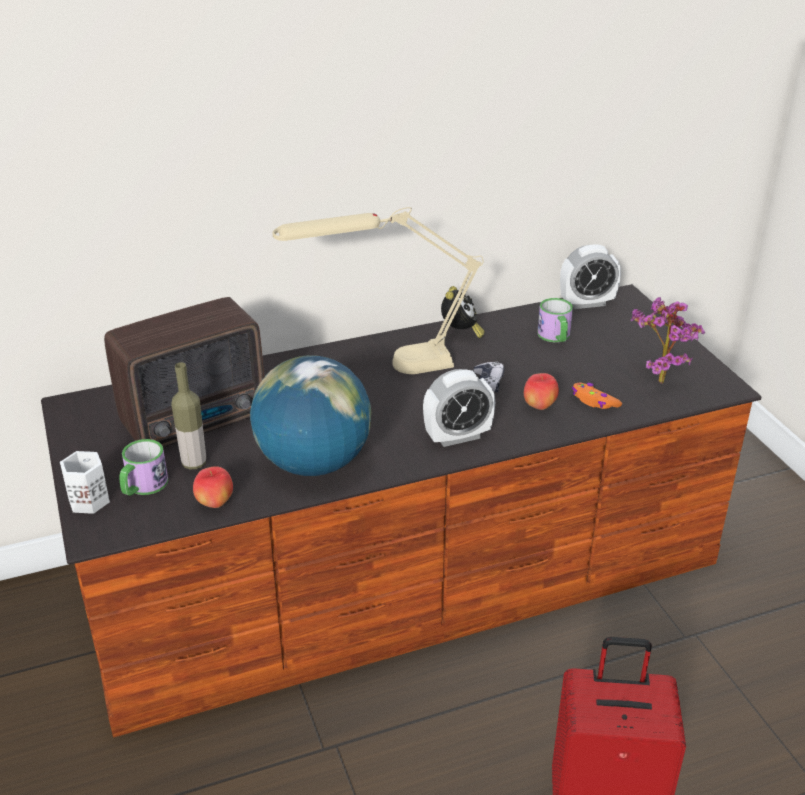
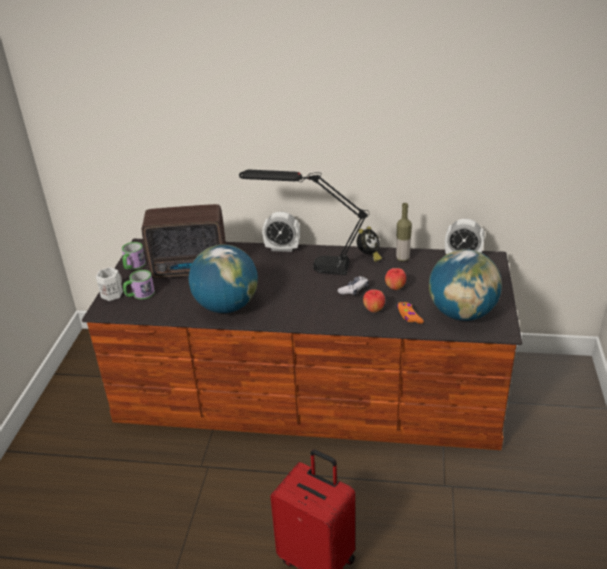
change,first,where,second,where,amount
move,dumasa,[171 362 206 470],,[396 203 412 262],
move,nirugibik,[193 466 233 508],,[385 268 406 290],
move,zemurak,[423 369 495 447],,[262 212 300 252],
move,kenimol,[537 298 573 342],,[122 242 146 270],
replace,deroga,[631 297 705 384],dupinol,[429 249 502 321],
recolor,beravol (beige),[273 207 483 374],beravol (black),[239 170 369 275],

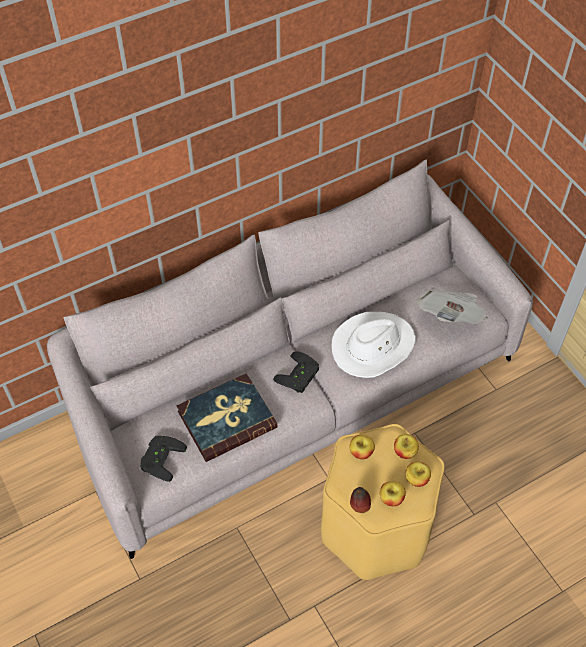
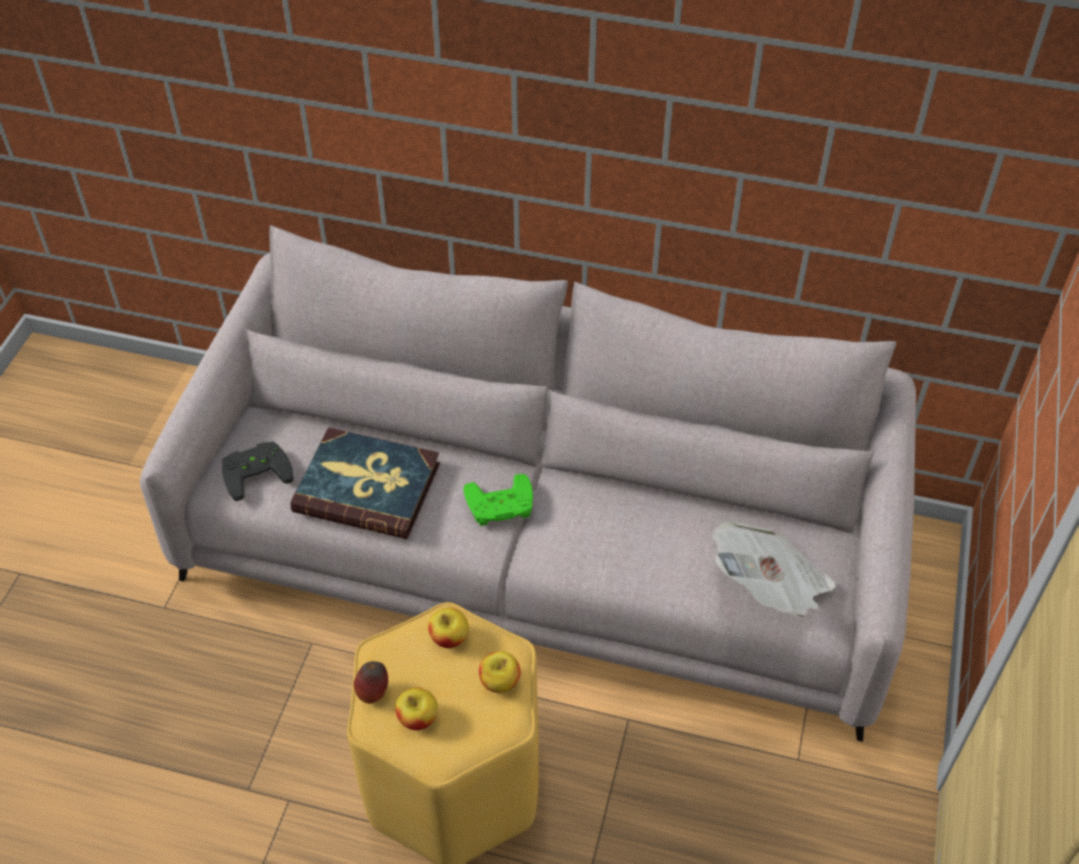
change,first,where,second,where,amount
delete,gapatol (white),[332 312 416 378],,,
delete,nirugibik,[405 461 431 487],,,
recolor,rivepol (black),[273 351 319 393],rivepol (green),[463 474 533 526],

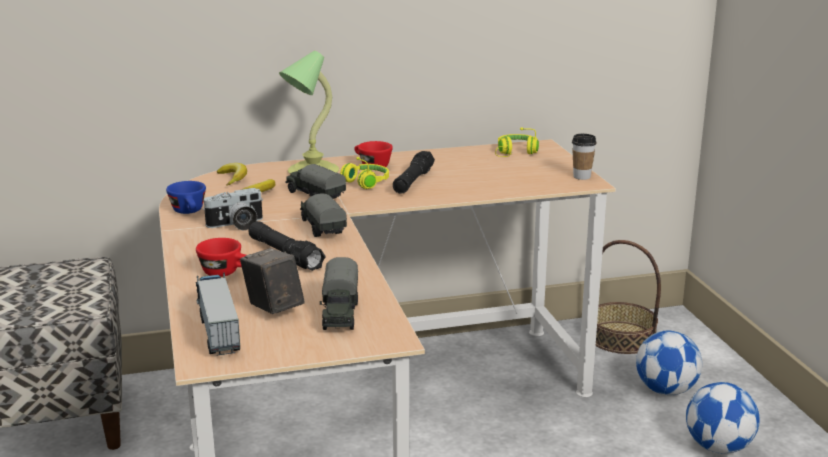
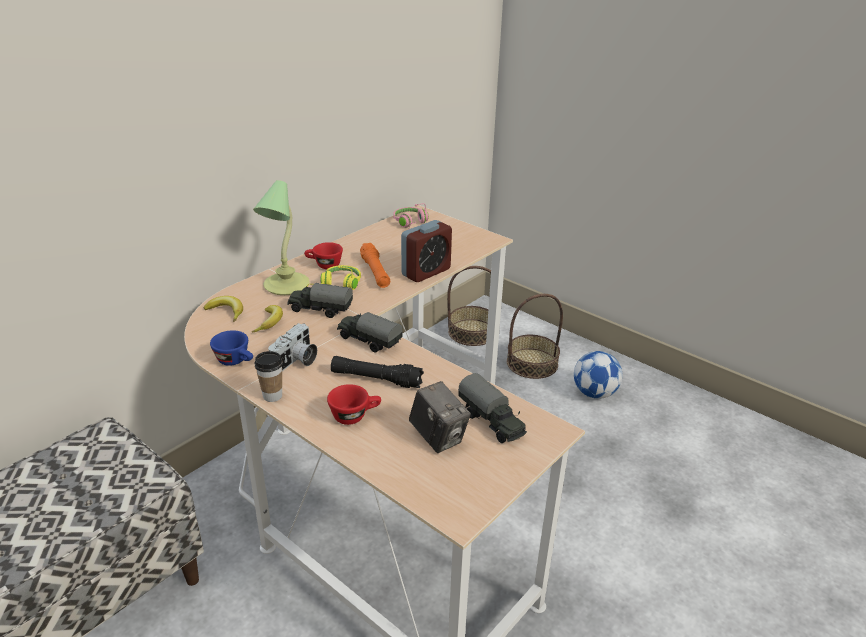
change,first,where,second,where,amount
delete,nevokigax,[196 272 240 355],,,
insert,,,zemurak,[401 220 452 282],
move,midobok,[572 134 597 180],,[255 351 283 402],
replace,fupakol,[636 331 702 395],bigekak,[507 294 563 379],
recolor,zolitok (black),[393 151 435 194],zolitok (orange),[360 243 390 288],
recolor,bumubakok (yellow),[495 127 539 157],bumubakok (pink),[393 203 429 230],
rotate,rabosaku,[240 248 305 314],,[409 381 471 453],150 degrees counterclockwise

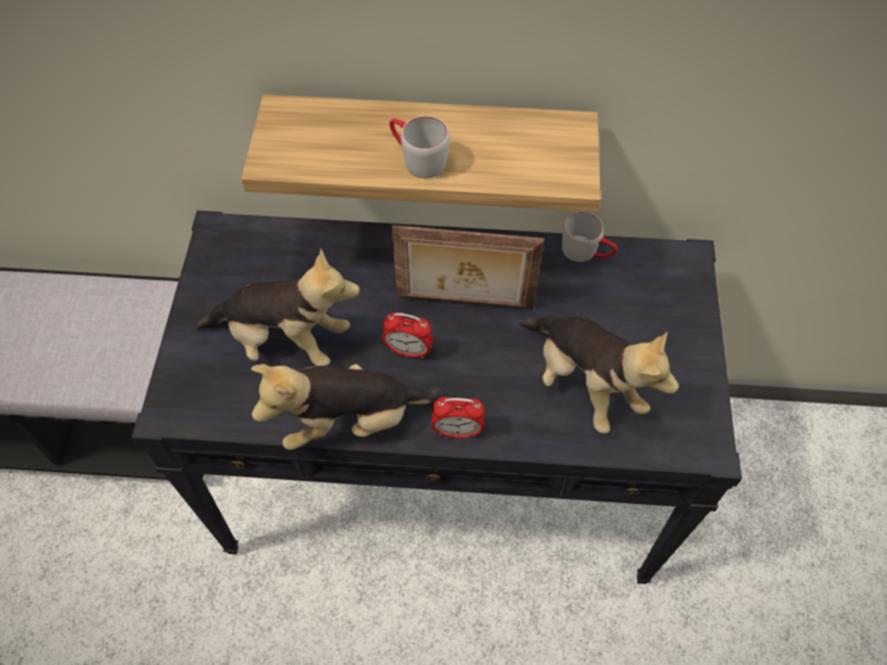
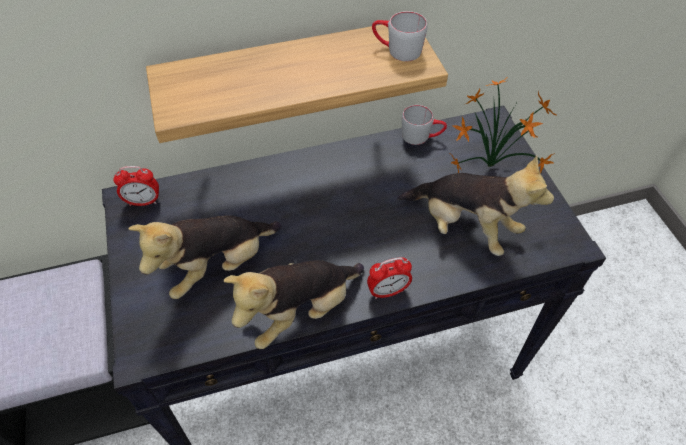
change,first,where,second,where,amount
delete,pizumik,[392 225 544 309],,,
insert,,,deroga,[451 78 558 173],
move,zemurak,[382 313 433 359],,[113 166 159 206],
move,kenimol (grey),[389 116 450 178],,[372 11 428 61],
rotate,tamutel,[195 249 360 366],,[128 215 281 299],150 degrees clockwise

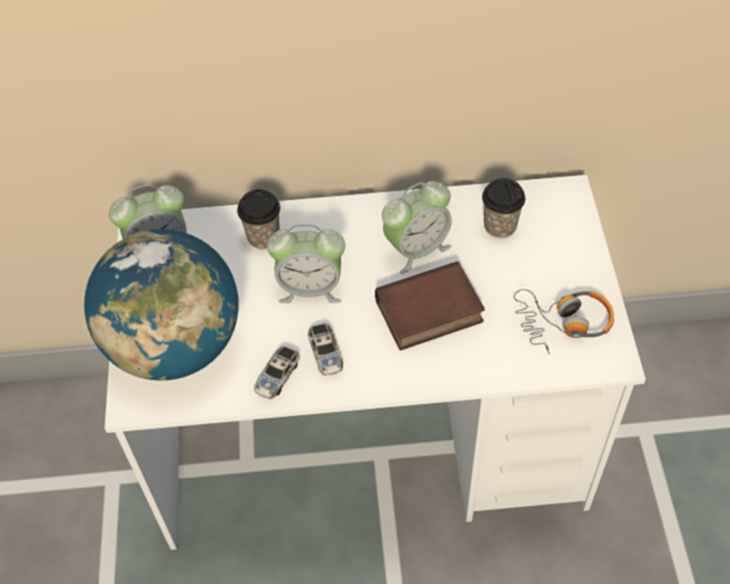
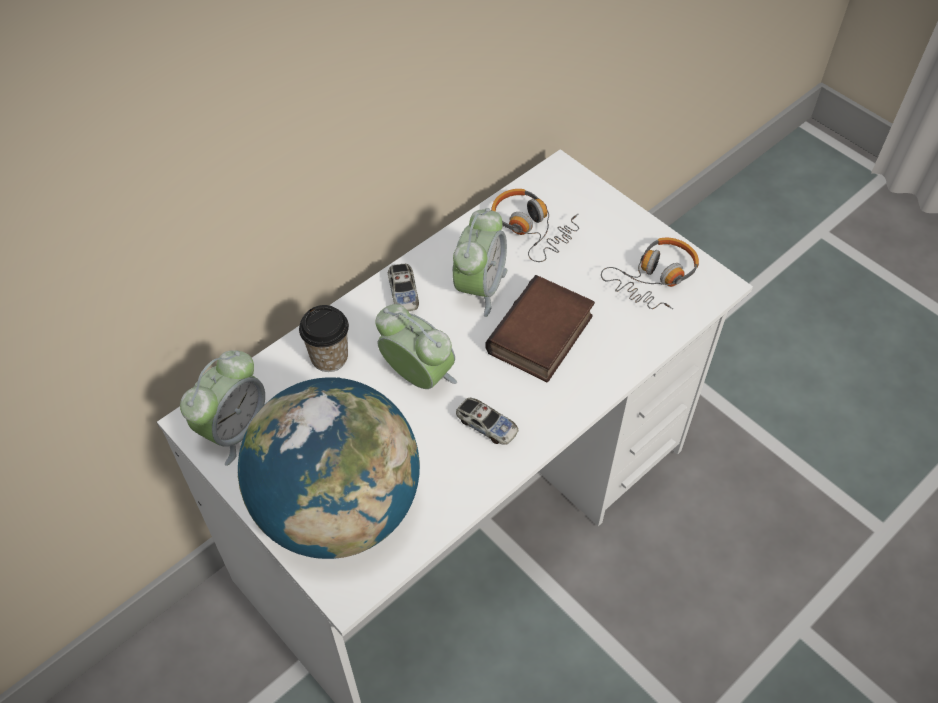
change,first,where,second,where,amount
move,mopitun,[254 346 300 399],,[388 264 419 312],
replace,midobok,[482 178 525 238],bumubakok,[491 189 579 262],
rotate,zemurak,[267 224 345 303],,[375 304 457 389],105 degrees counterclockwise

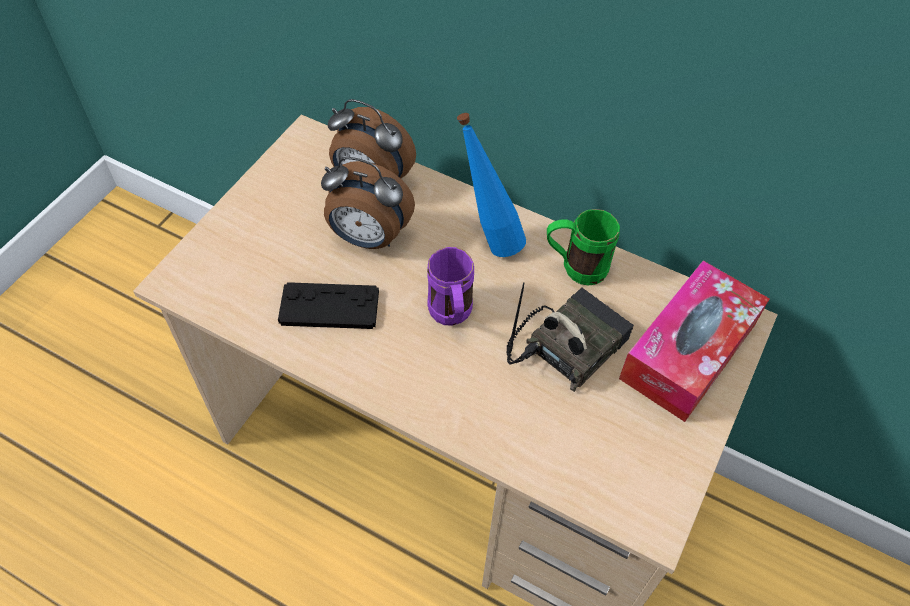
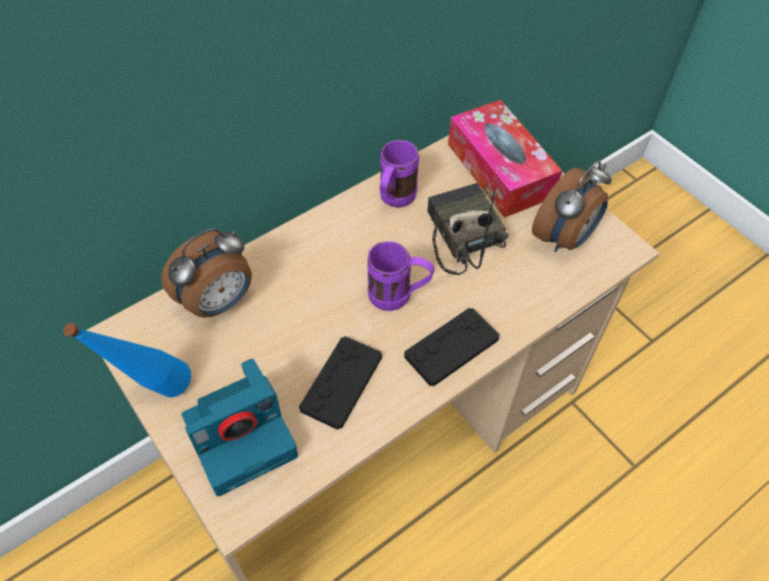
change,first,where,second,where,amount
insert,,,rabosaku,[182 358 298 497],
insert,,,rivepol (black),[404 308 499 387],
move,zemurak,[321 157 415 249],,[532 161 612 252],
move,dumasa (blue),[457 113 526 257],,[63 323 191 397],
recolor,kenimol (green),[547 209 620 286],kenimol (purple),[380 140 419 207],

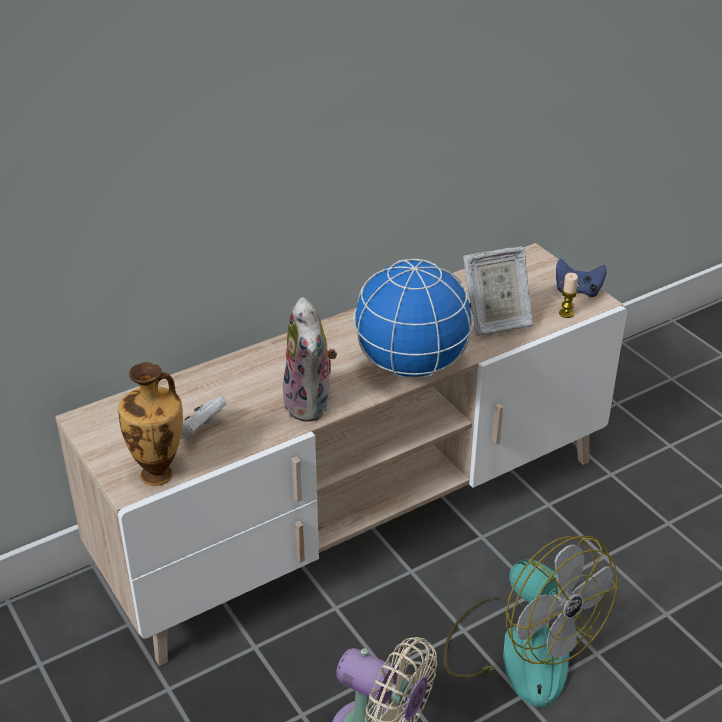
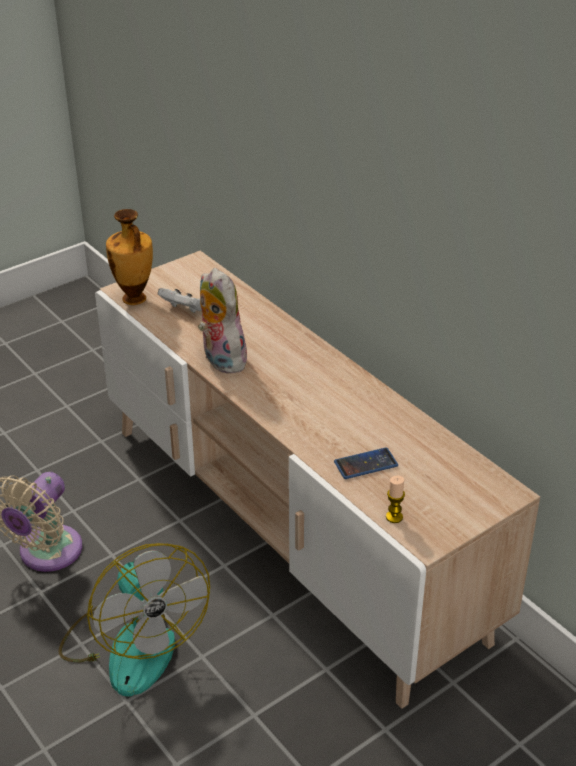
change,first,where,second,where,amount
delete,dupinol,[353 259 474 378],,,
delete,rivepol (blue),[556 259 607 297],,,
replace,pizumik,[463 246 533 336],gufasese,[334 447 398 479],
rotate,tamutel,[283 297 337 422],,[198 268 247 373],75 degrees clockwise
rotate,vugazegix,[443 536 618 707],,[58 543 210 696],75 degrees counterclockwise

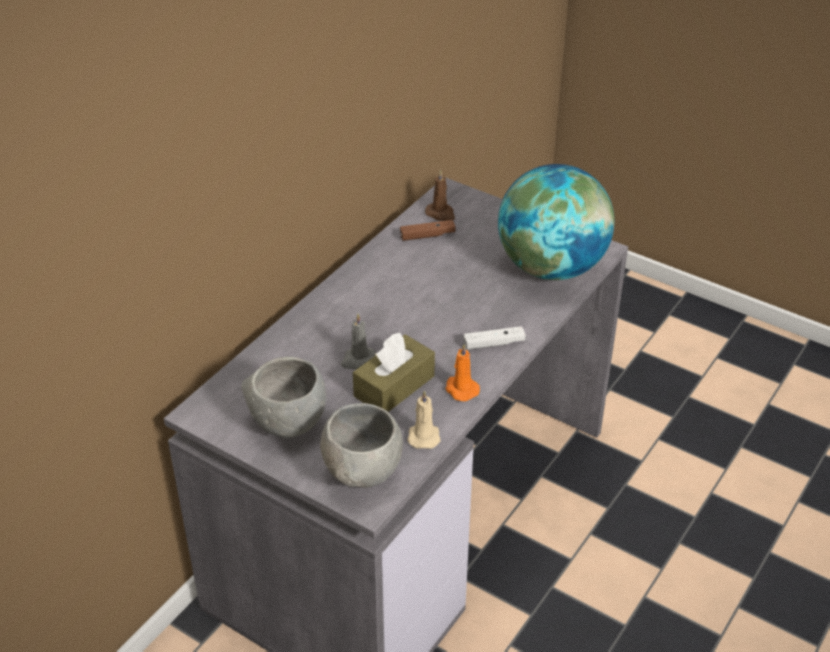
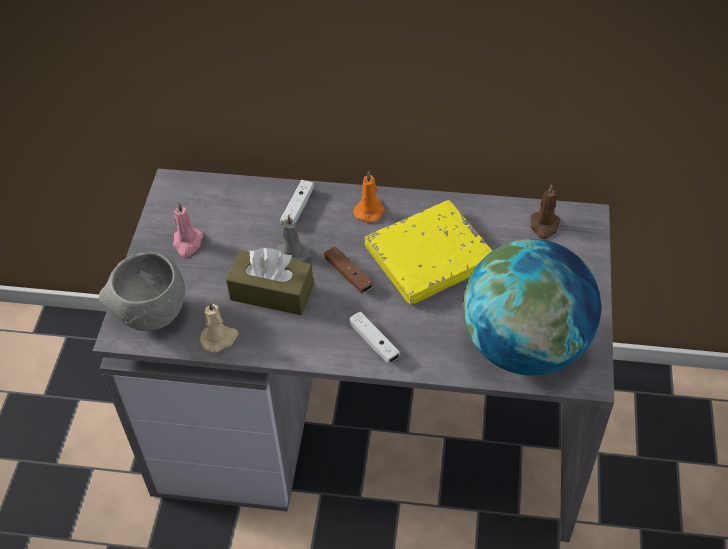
change,first,where,second,where,amount
insert,,,rivepol (white),[280 180 314 227],
insert,,,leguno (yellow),[365 200 492 305],
move,rivepol (brown),[400 220 456 241],,[324 246 373 293],
move,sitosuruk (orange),[445 344 480 401],,[353 171 385 223],
replace,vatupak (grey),[241 357 326 438],sitosuruk (pink),[173 202 204 257],

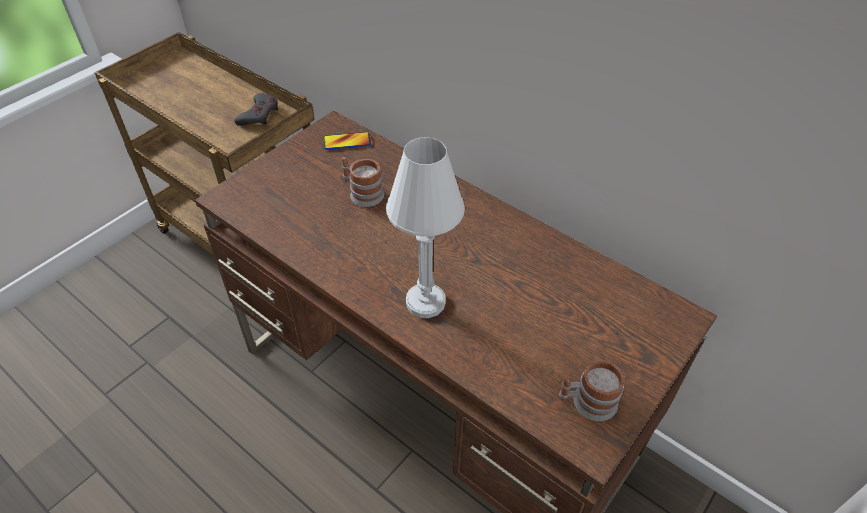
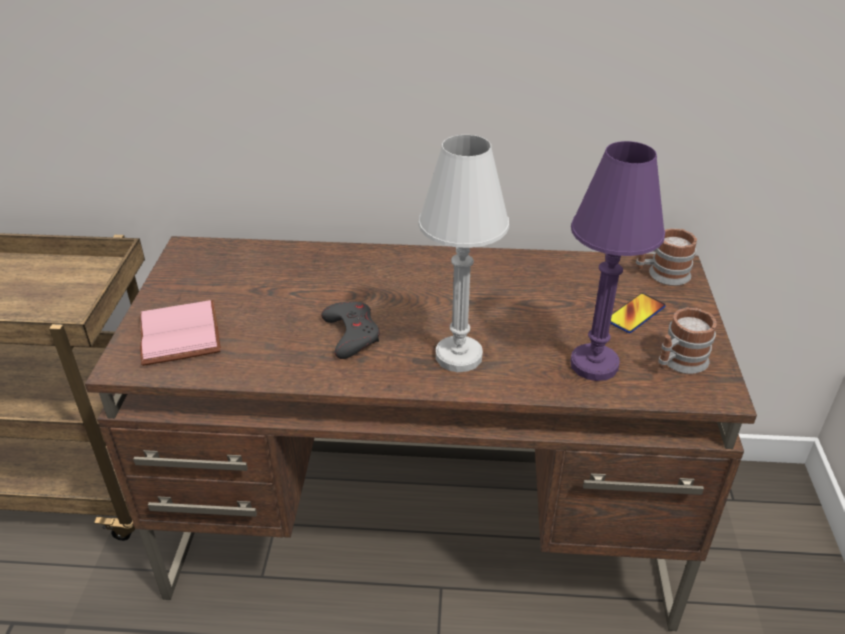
change,first,where,second,where,amount
insert,,,leguno (pink),[140 300 221 366],
insert,,,beravol (purple),[571 141 665 381],
move,rivepol (grey),[234 93 278 126],,[321 302 380 359],
move,gufasese,[324 132 371 150],,[610 293 665 333],
move,kenimol,[342 157 384 207],,[636 228 697 286],

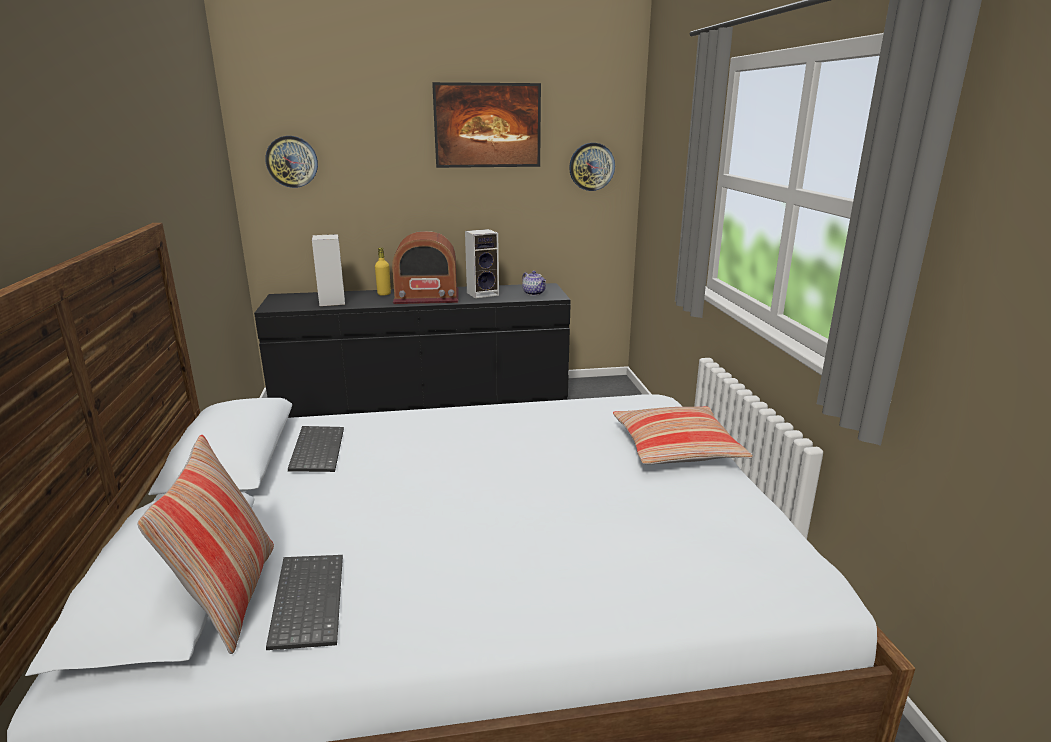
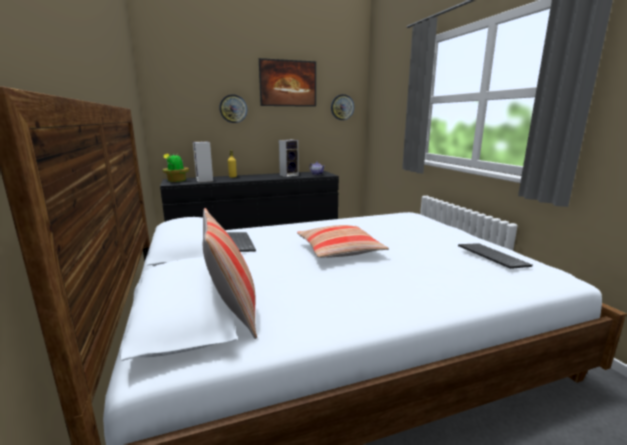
change,first,where,second,where,amount
delete,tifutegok,[392 231 459 304],,,
insert,,,deroga,[163 153 189 182],
move,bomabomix,[265 136 318 188],,[219 94 247 123],
move,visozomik,[266 555 343 650],,[458 243 533 269],
move,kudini,[613 406 753 464],,[297 225 389 258],

